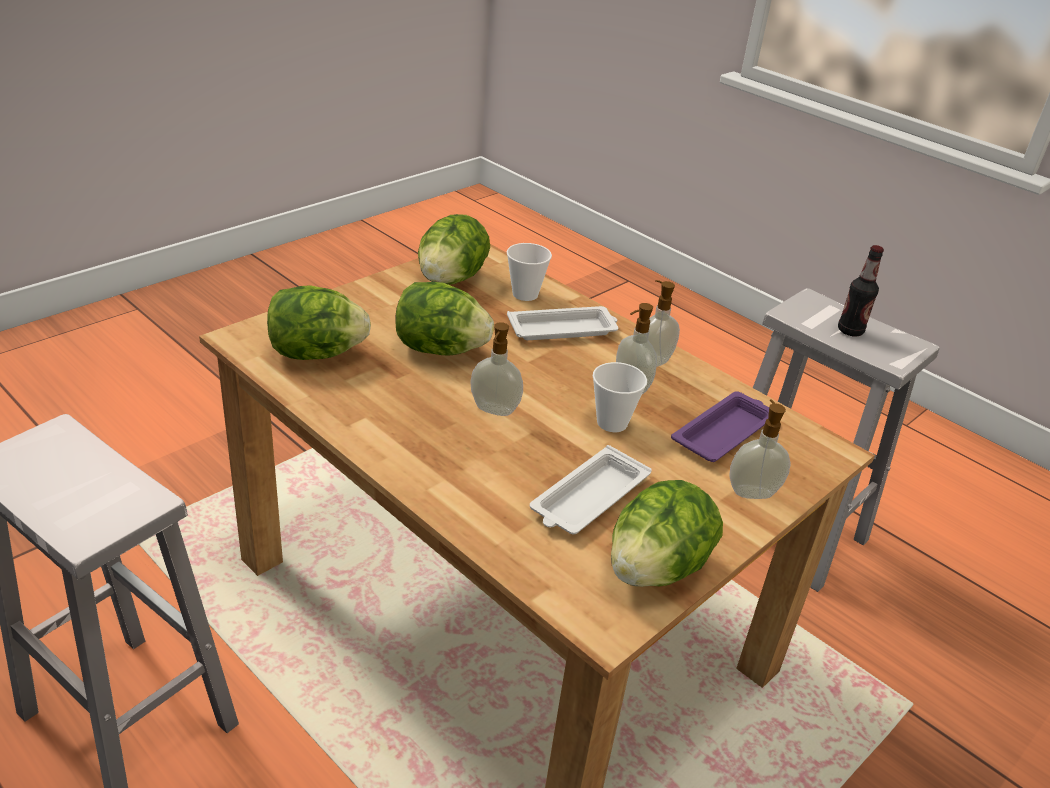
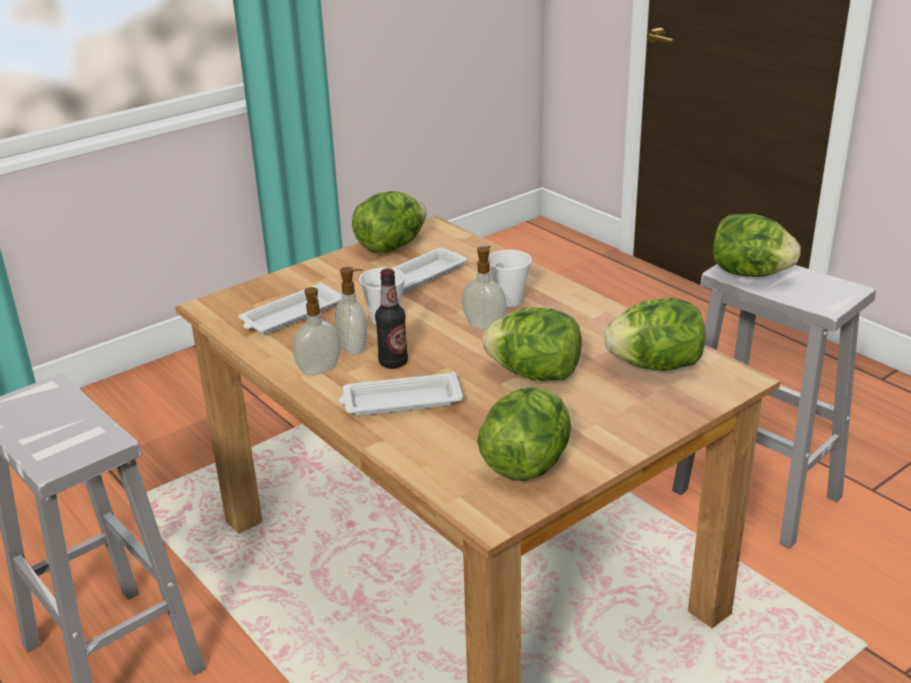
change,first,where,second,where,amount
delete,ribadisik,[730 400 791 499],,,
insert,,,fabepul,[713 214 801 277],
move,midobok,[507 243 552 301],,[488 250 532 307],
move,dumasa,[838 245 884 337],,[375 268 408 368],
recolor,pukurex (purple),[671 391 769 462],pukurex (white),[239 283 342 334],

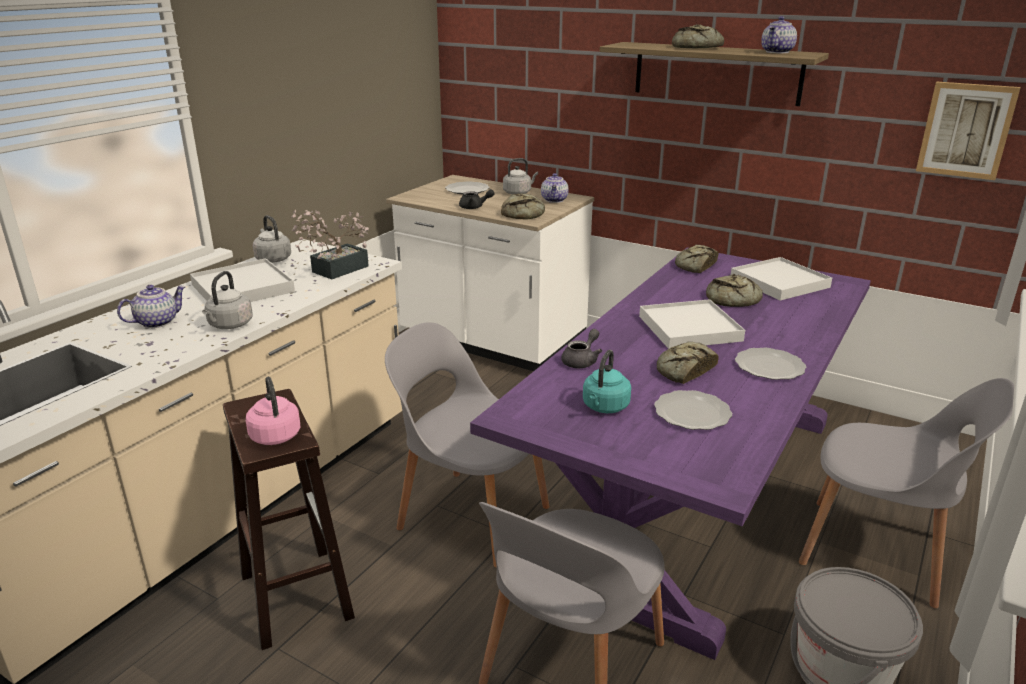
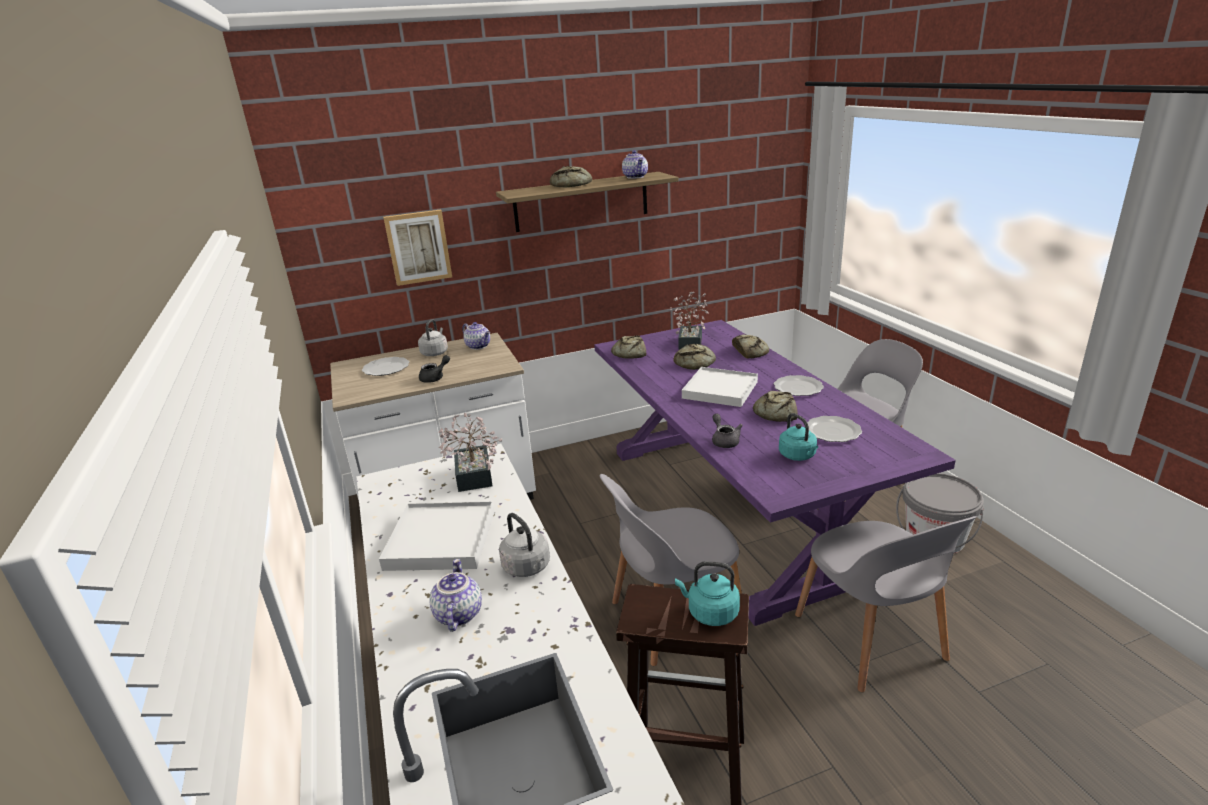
change,first,where,second,where,amount
delete,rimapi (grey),[253 215 291 263],,,
move,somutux,[501 193 545 219],,[732 334 769 358],
move,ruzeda,[916 82 1021 180],,[383 209 452 286],
replace,pukurex (white),[731 257 832 301],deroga,[670 292 709 349],
recolor,rimapi (pink),[246 377 300 445],rimapi (turquoise),[675 561 740 626],

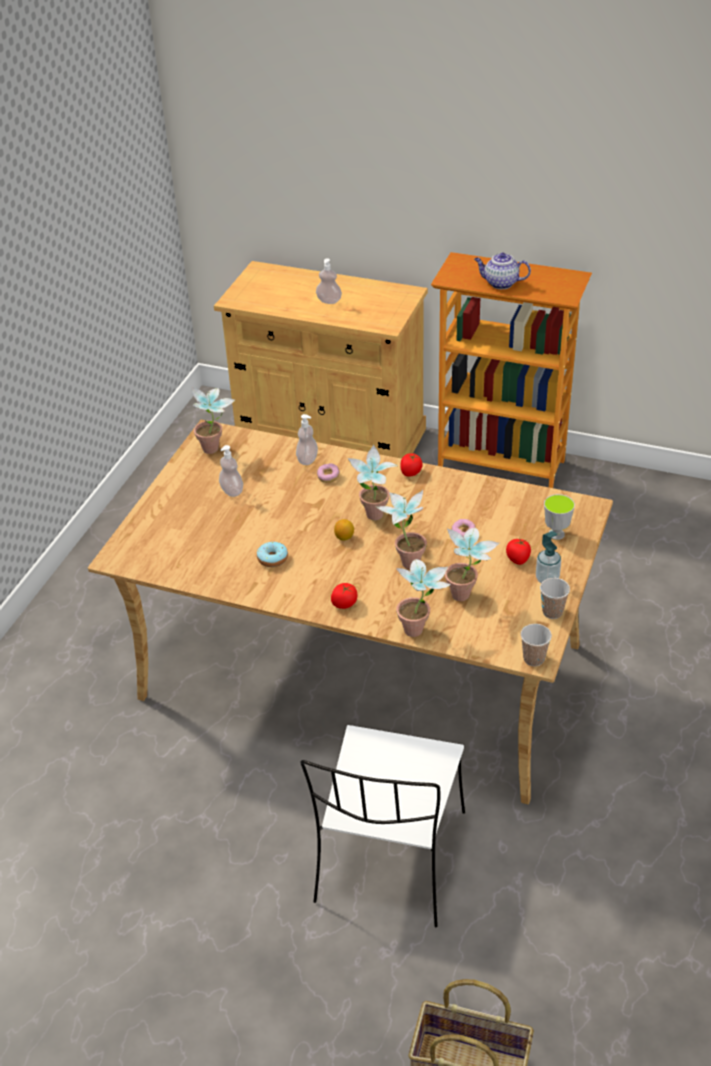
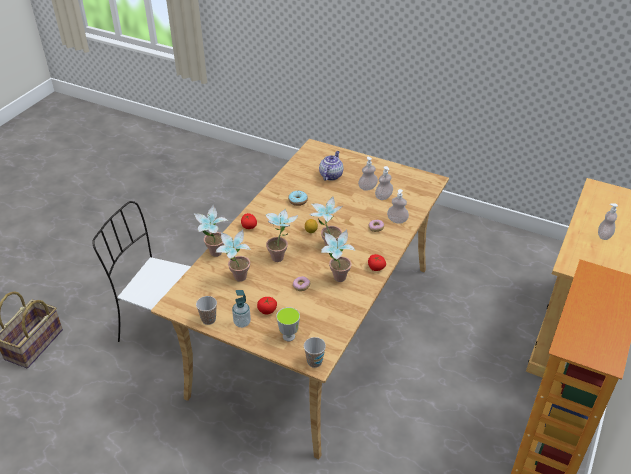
change,first,where,second,where,amount
insert,,,ribadisik,[375 166 393 200],
move,deroga,[191 387 236 454],,[321 230 356 282],
move,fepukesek,[474 253 531 289],,[319 151 344 181],
move,midobok,[521 624 552 666],,[304 337 326 368],

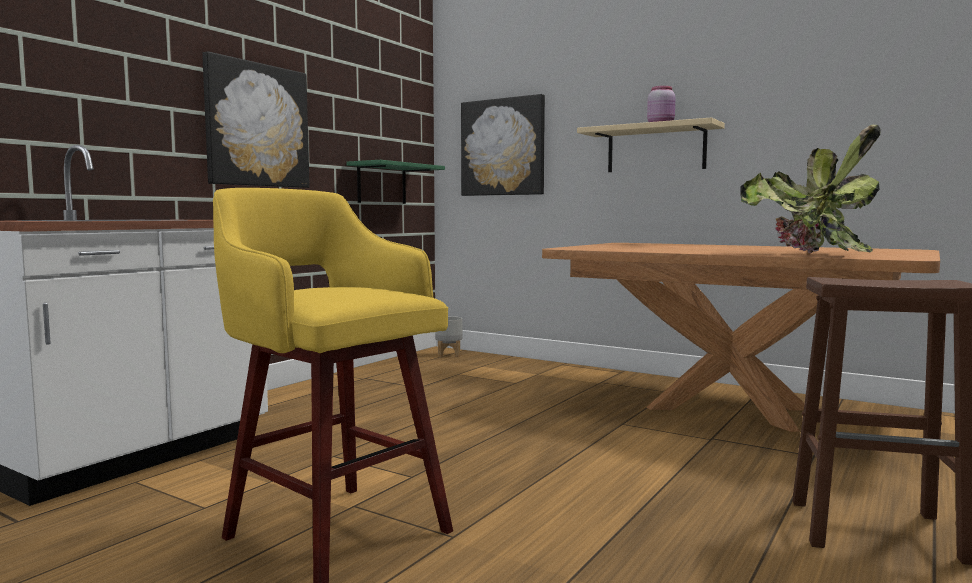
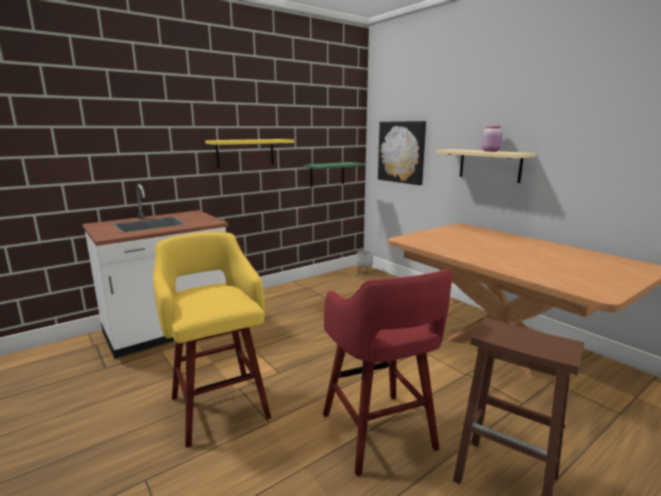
change,first,where,second,where,amount
delete,deroga,[740 125 881 253],,,
insert,,,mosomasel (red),[323 269 452 476],
replace,ruzeda,[202 51 310 188],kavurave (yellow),[205 139 294 168],

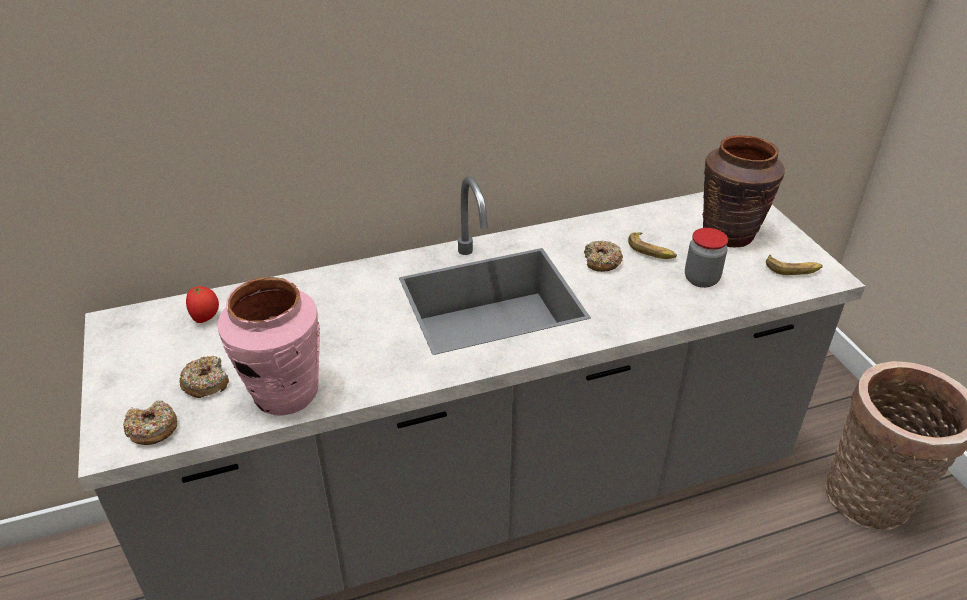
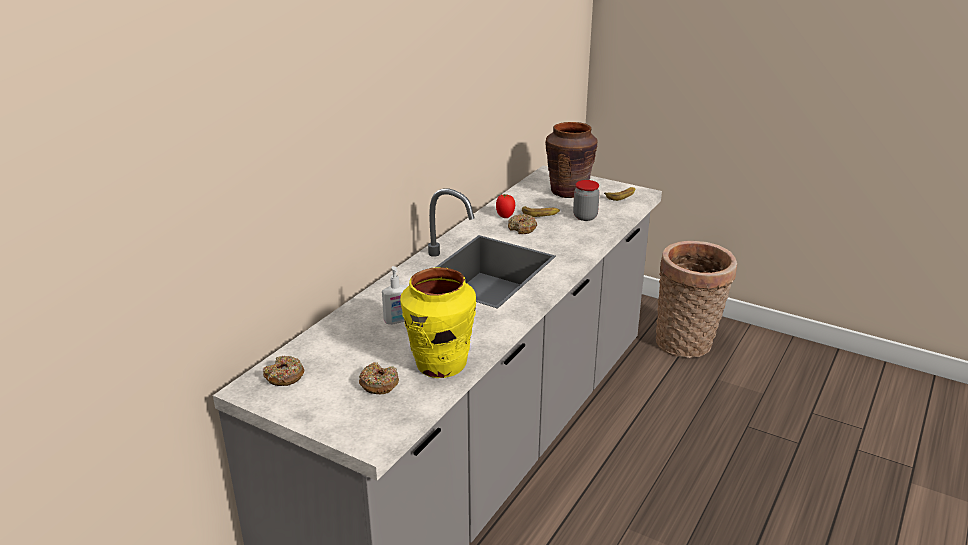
change,first,where,second,where,amount
insert,,,ribadisik,[382 266 407 324],
move,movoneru,[123 400 177 445],,[263 356 304 386],
move,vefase,[186 285 219 323],,[496 194 515 218],
recolor,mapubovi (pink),[218 277 320 415],mapubovi (yellow),[400 267 476 378],

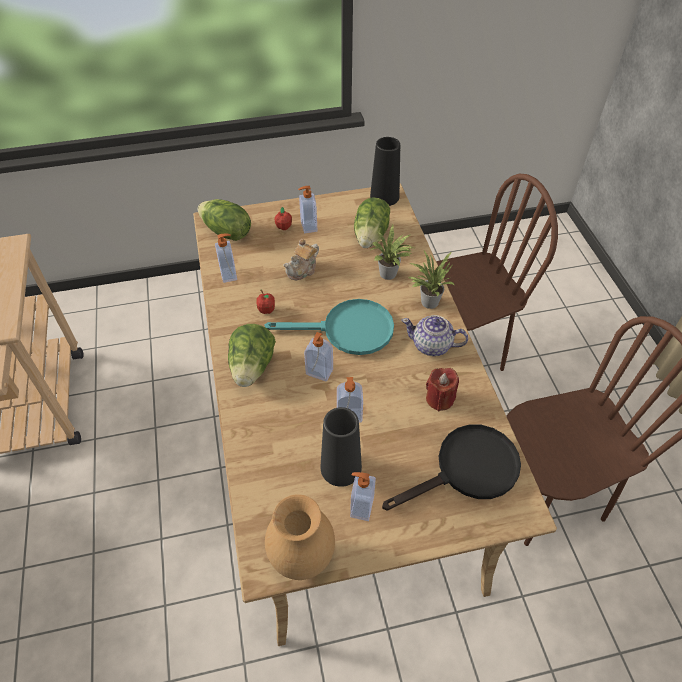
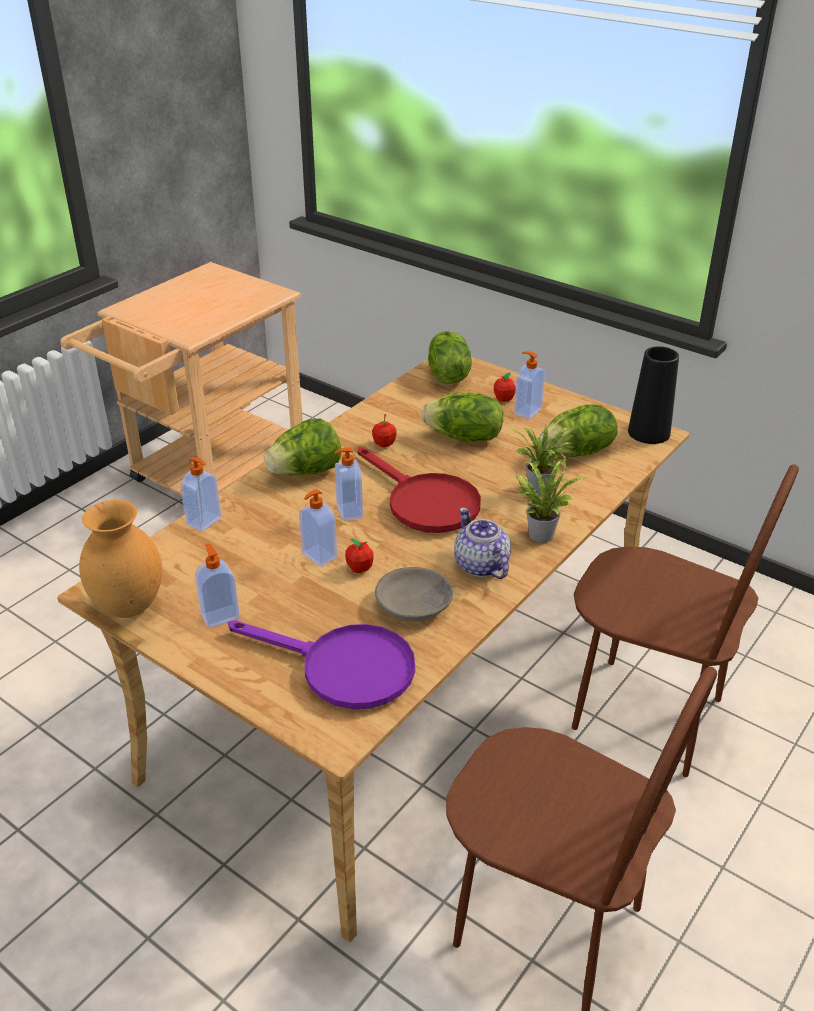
change,first,where,second,where,amount
delete,mapubovi (black),[321 407 362 487],,,
insert,,,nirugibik,[345 538 373 573],
move,ribadisik,[215 233 237 283],,[181 457 222 532],
replace,fepukesek,[283 239 319 281],fabepul,[421 393 503 442],
replace,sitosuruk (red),[426 368 459 411],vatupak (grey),[375 567 453 621],
recolor,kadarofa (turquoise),[264 299 394 355],kadarofa (red),[358 447 481 533],
recolor,kadarofa (black),[382 425 521 511],kadarofa (purple),[228 620 415 709],

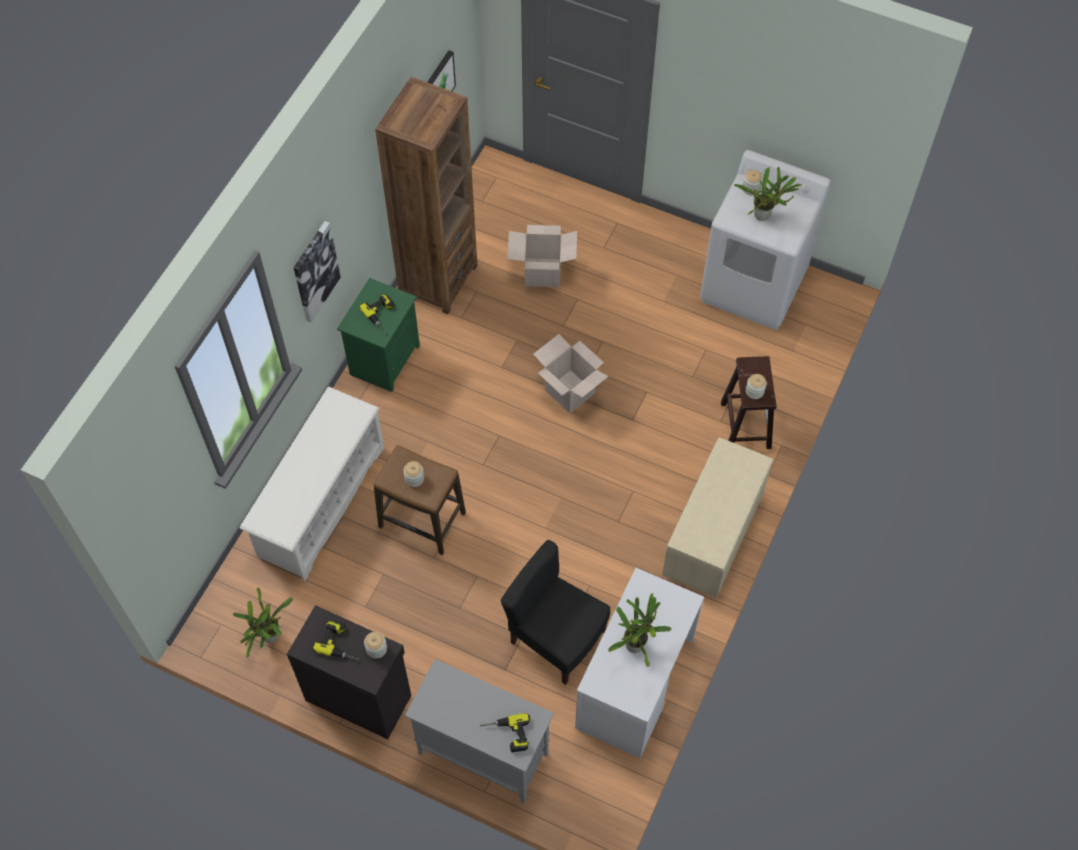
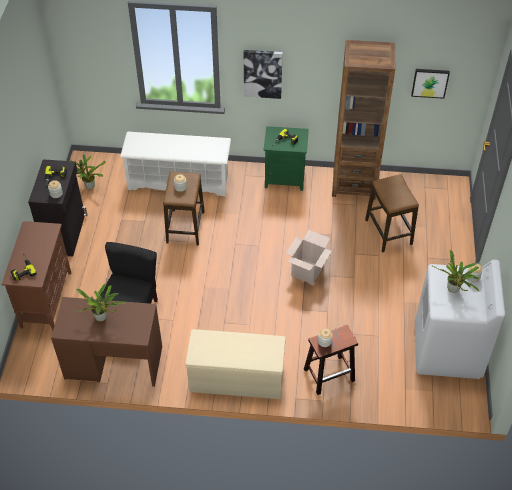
change,first,where,second,where,amount
replace,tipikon,[507 225 577 287],mosomasel,[365 174 419 253],
recolor,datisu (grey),[405 659 554 803],datisu (brown),[1 221 71 330],
recolor,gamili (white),[575 568 704 758],gamili (brown),[51 297 162 387],

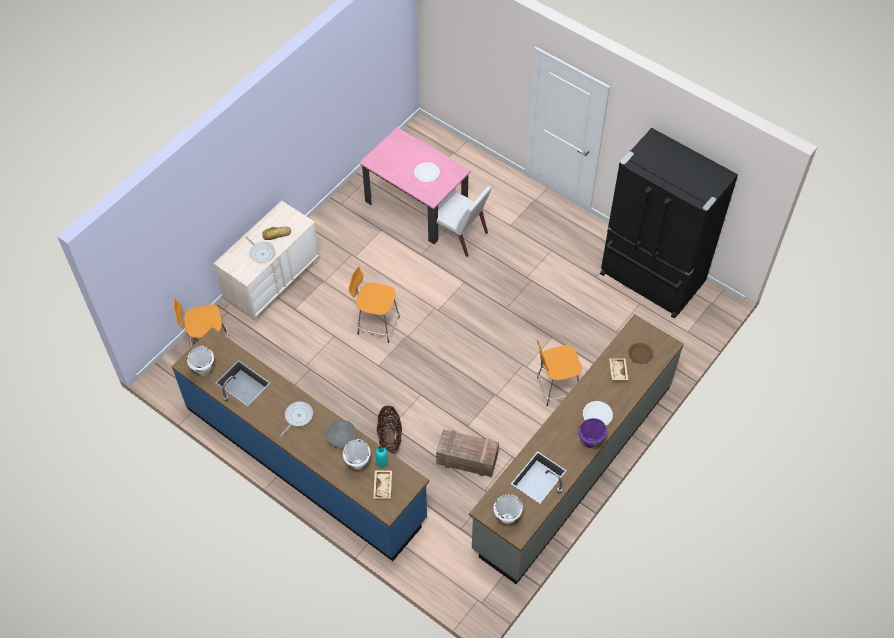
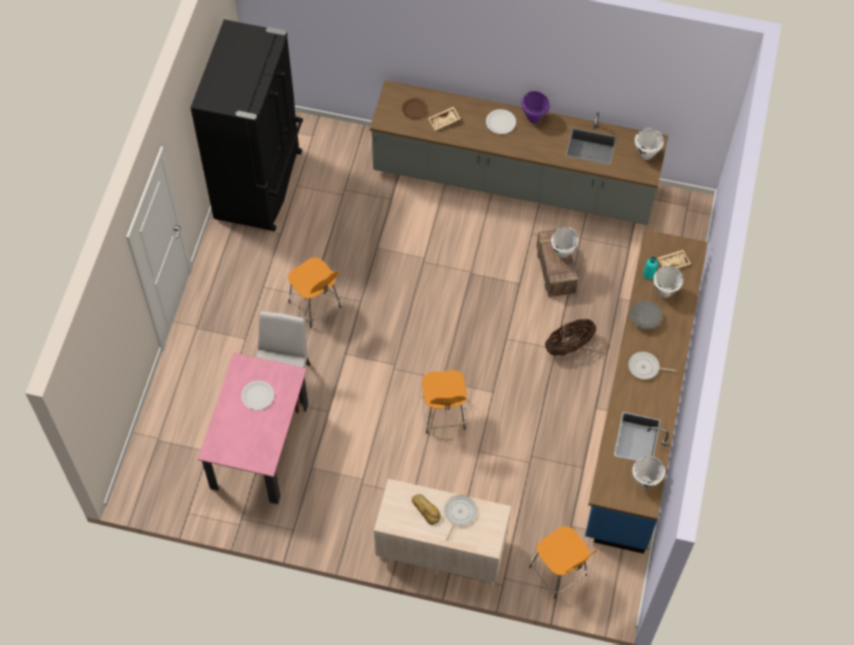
change,first,where,second,where,amount
insert,,,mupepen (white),[551 227 579 258],
move,mosomasel (orange),[537 340 582 406],,[288 257 341 328],

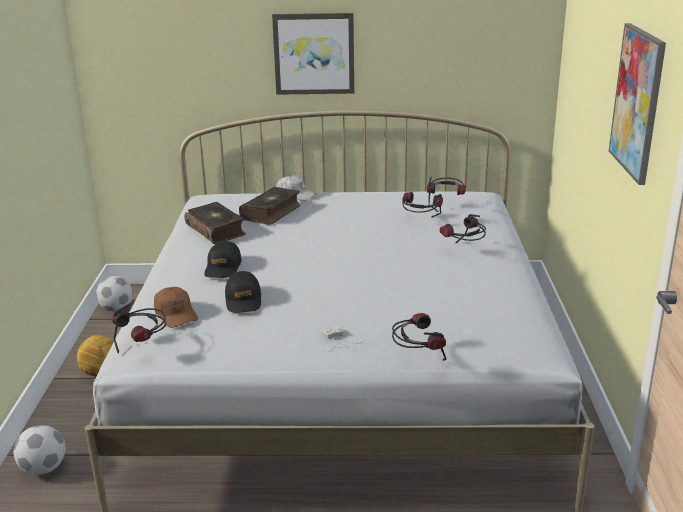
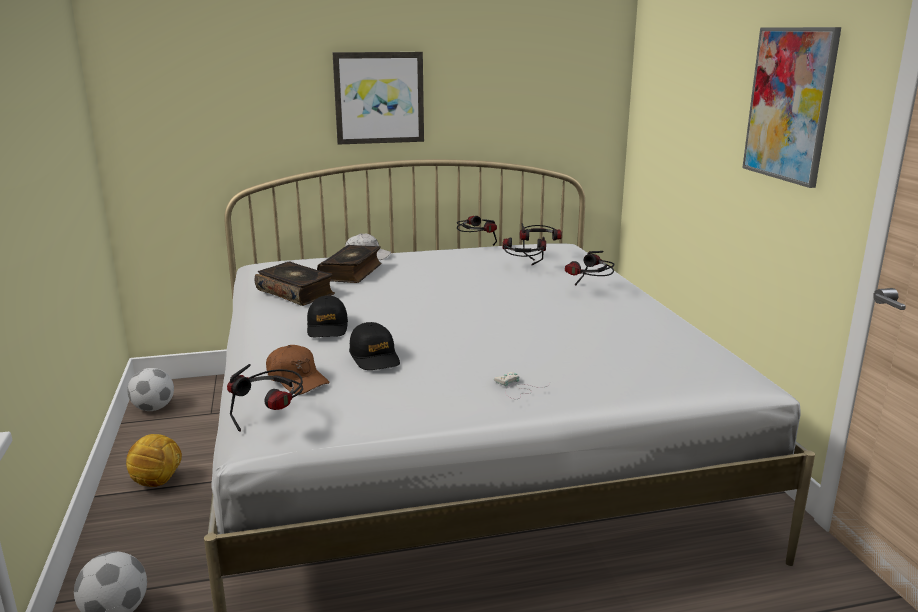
change,first,where,second,where,amount
move,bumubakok,[392 313 447 361],,[457 216 497 246],

